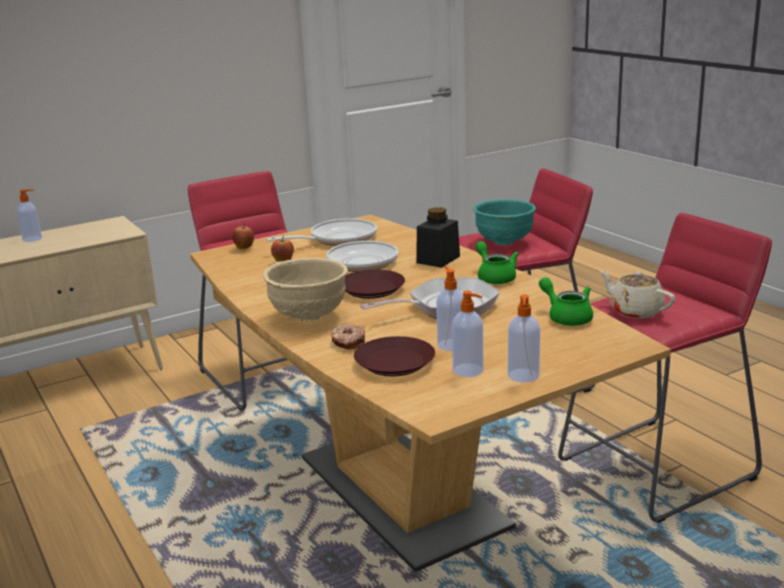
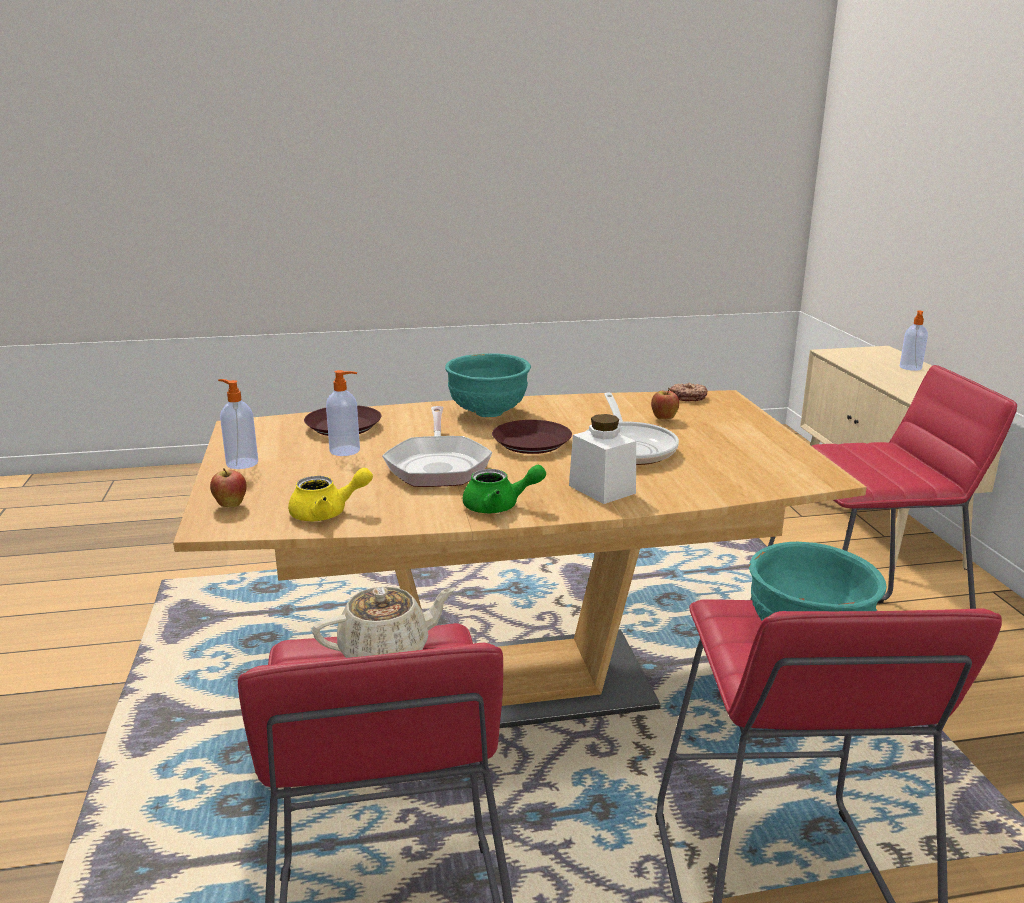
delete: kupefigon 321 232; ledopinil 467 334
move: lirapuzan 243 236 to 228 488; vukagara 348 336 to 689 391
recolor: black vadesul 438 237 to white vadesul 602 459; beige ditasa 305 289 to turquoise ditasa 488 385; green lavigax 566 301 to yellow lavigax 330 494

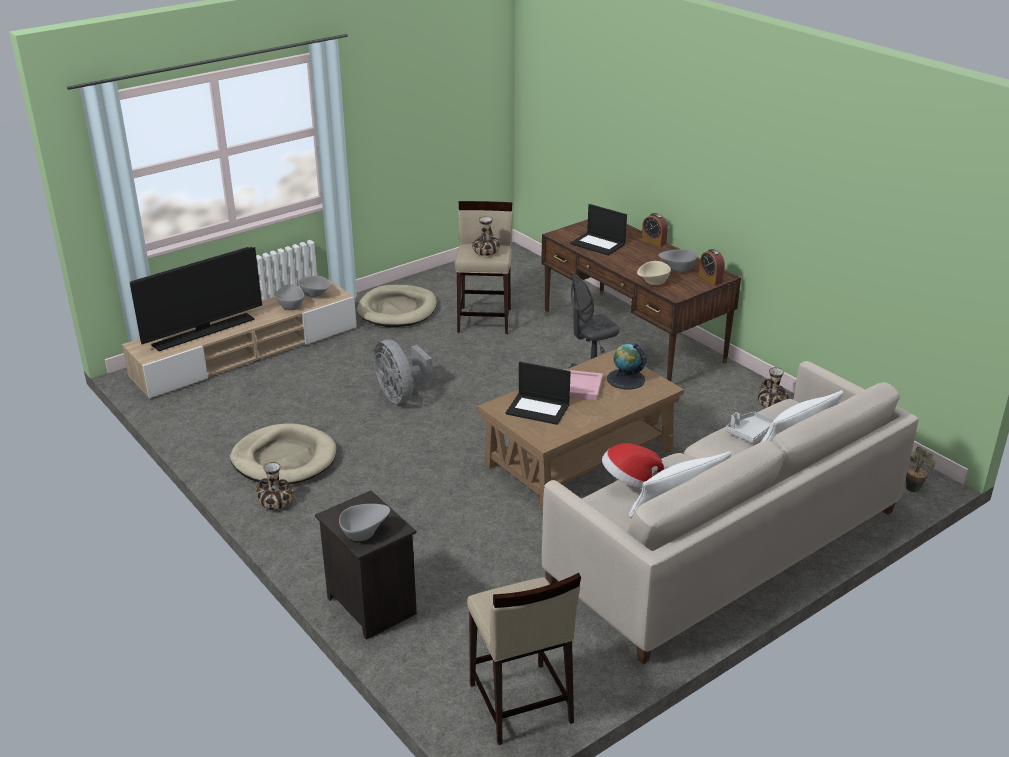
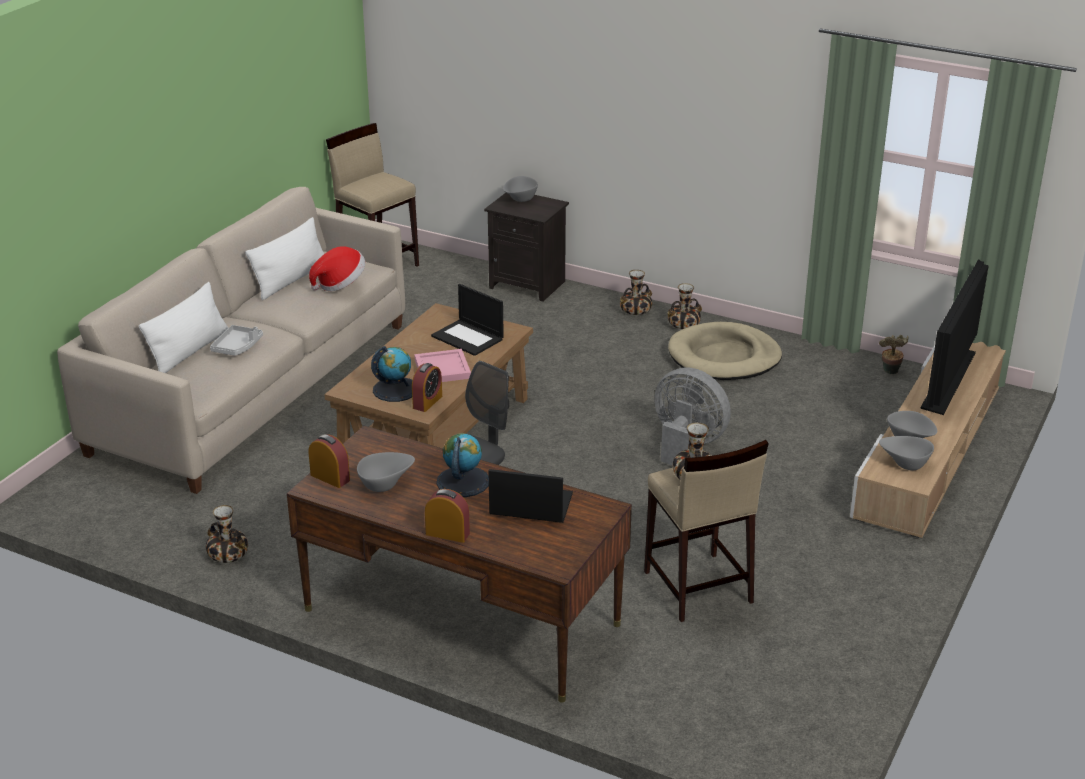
delete: beige ditasa 654 273; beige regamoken 397 306
insert: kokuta 636 292; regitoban 427 387; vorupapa 462 465
move: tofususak 920 469 to 894 354
rotate: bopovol 538 393 = 467 320 135 degrees counterclockwise

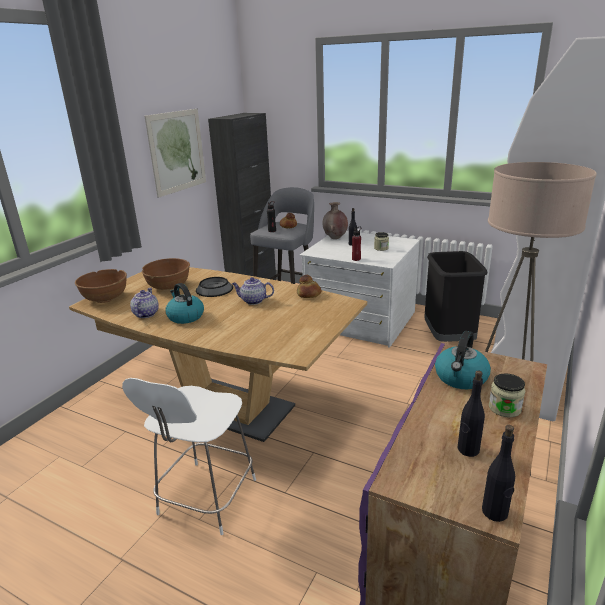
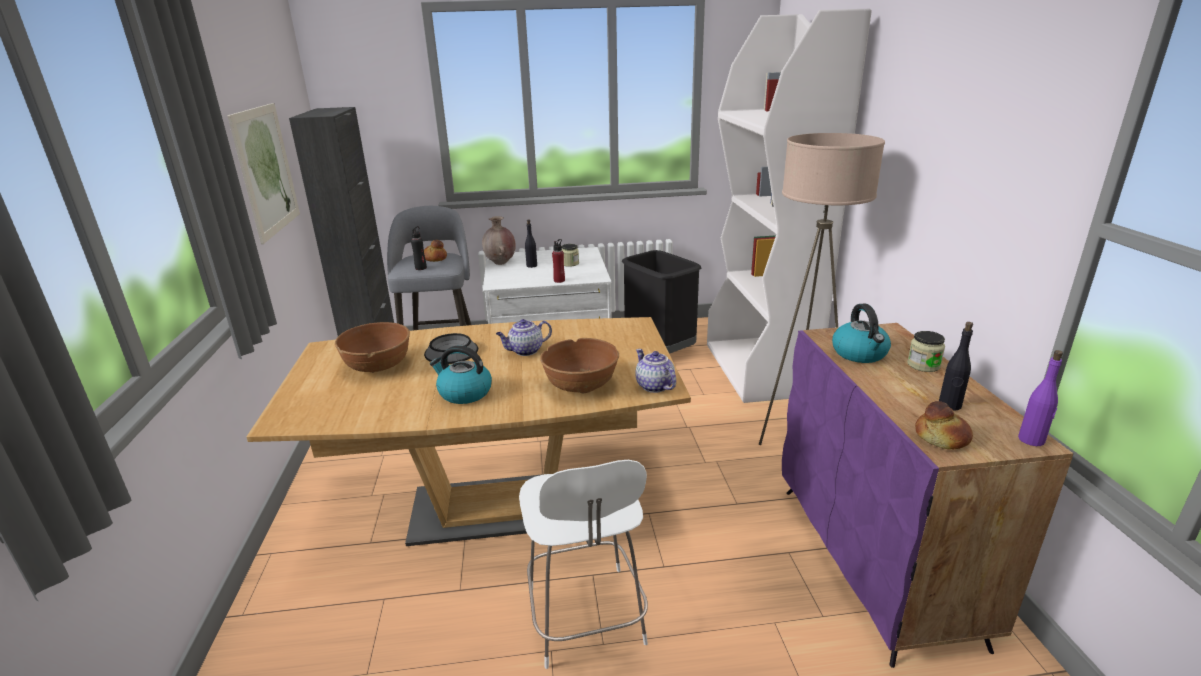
move: brown ditasa 101 286 to 579 365; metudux 309 286 to 944 425; lavigax 144 303 to 656 371
recolor: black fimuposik 498 473 to purple fimuposik 1040 398

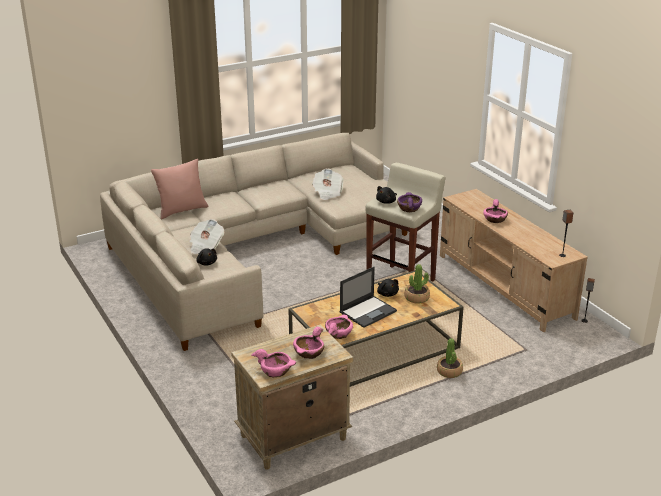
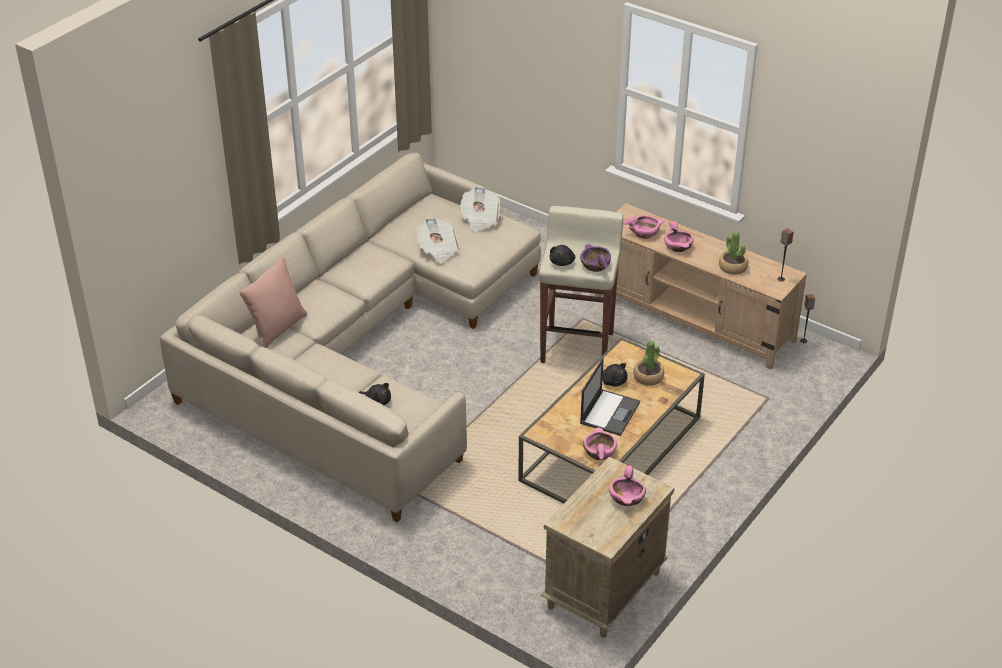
move: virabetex 206 236 to 480 208; tofususak 450 358 to 733 252; pink ditasa 273 363 to 643 227

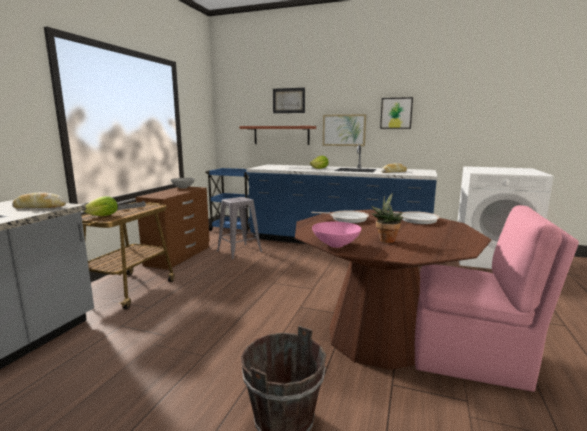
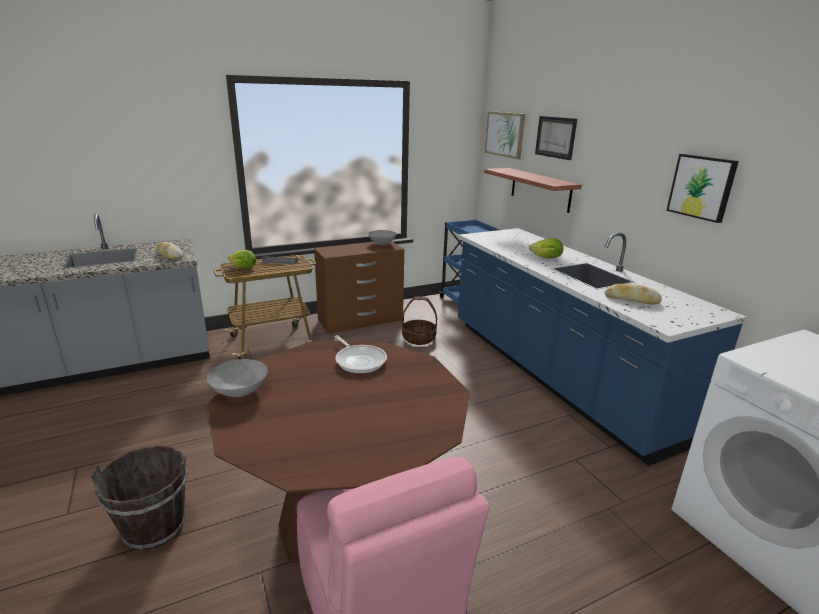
delete: tofususak 387 218; kupefigon 416 217
move: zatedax 344 130 to 505 135
replace: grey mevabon 239 228 to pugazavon 419 320
recolor: pink ditasa 336 235 to grey ditasa 237 378

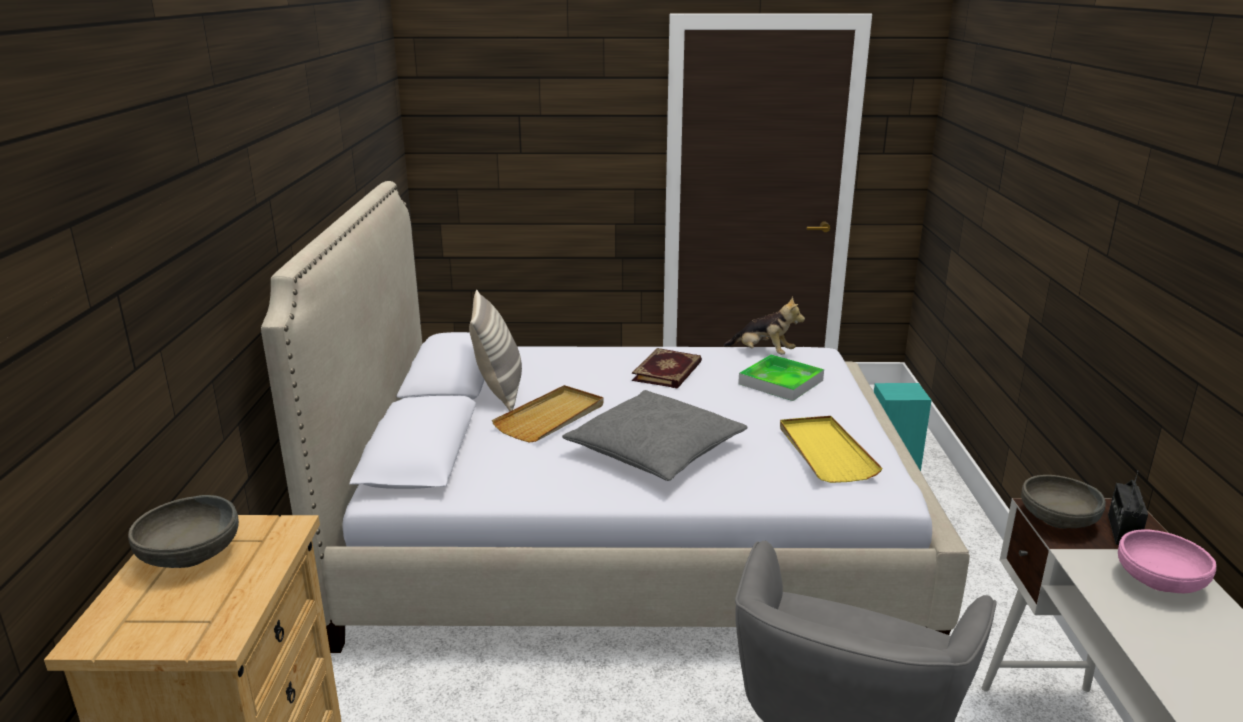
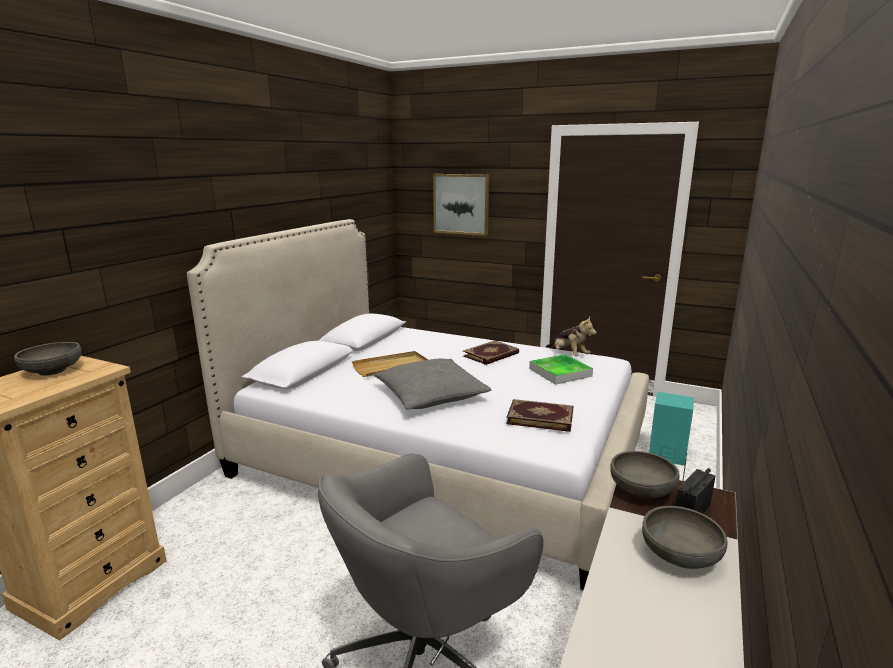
delete: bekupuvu 495 350
insert: zatedax 461 205
replace: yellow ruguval 831 449 to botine 539 415
recolor: pink ditasa 1167 561 to grey ditasa 685 537

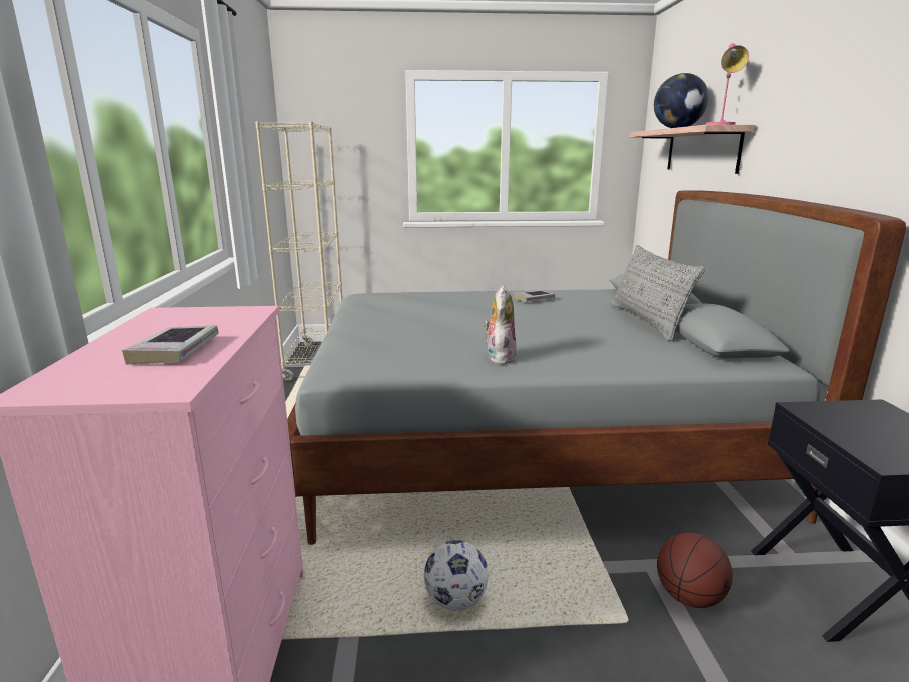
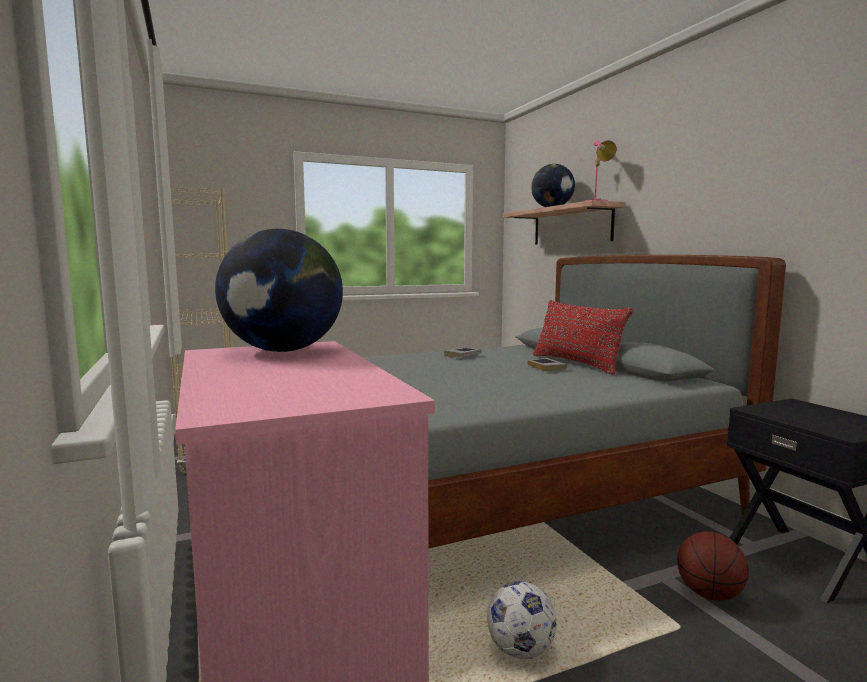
delete: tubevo 500 325
insert: vorupapa 279 290
move: botine 170 345 to 547 365
recolor: grey bekupuvu 658 293 to red bekupuvu 583 337

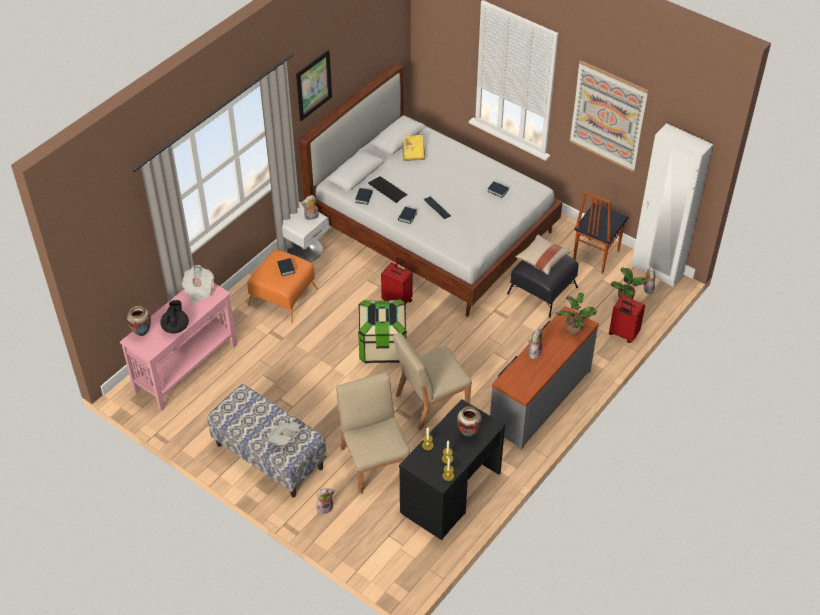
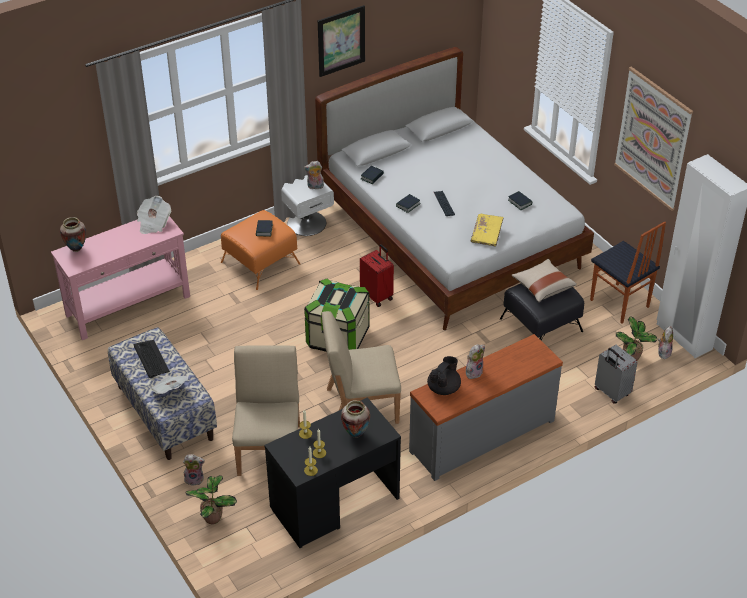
move: yellow botine 413 148 to 487 230; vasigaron 387 189 to 152 359; tofususak 576 314 to 211 499; black lavigax 174 317 to 444 375
recolor: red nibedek 627 319 to grey nibedek 616 374
rotate: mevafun 601 233 = 628 272 90 degrees counterclockwise

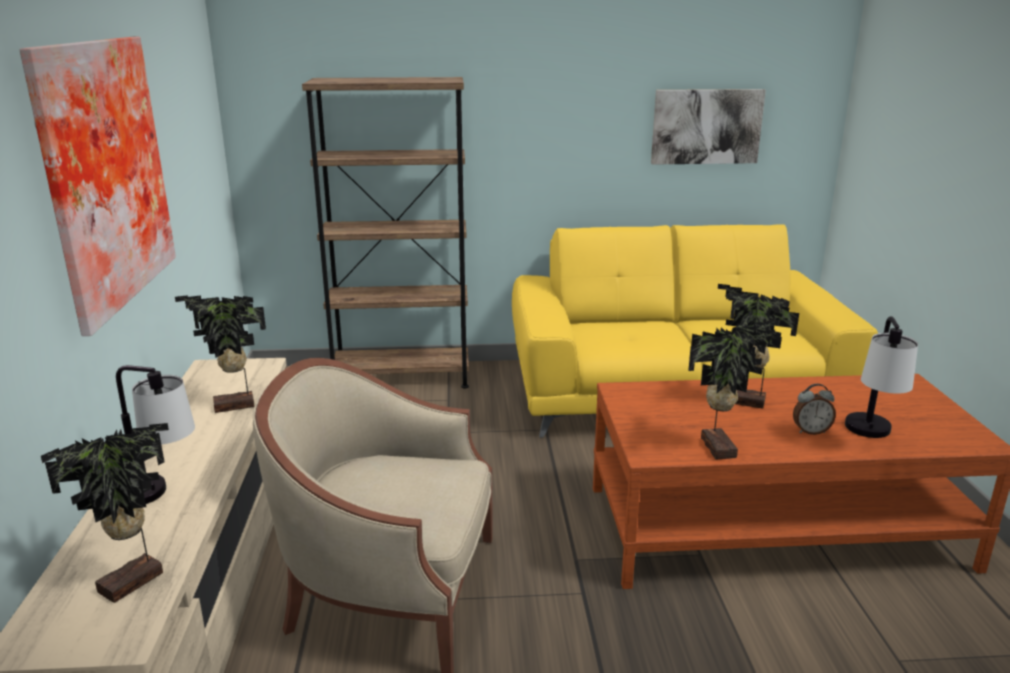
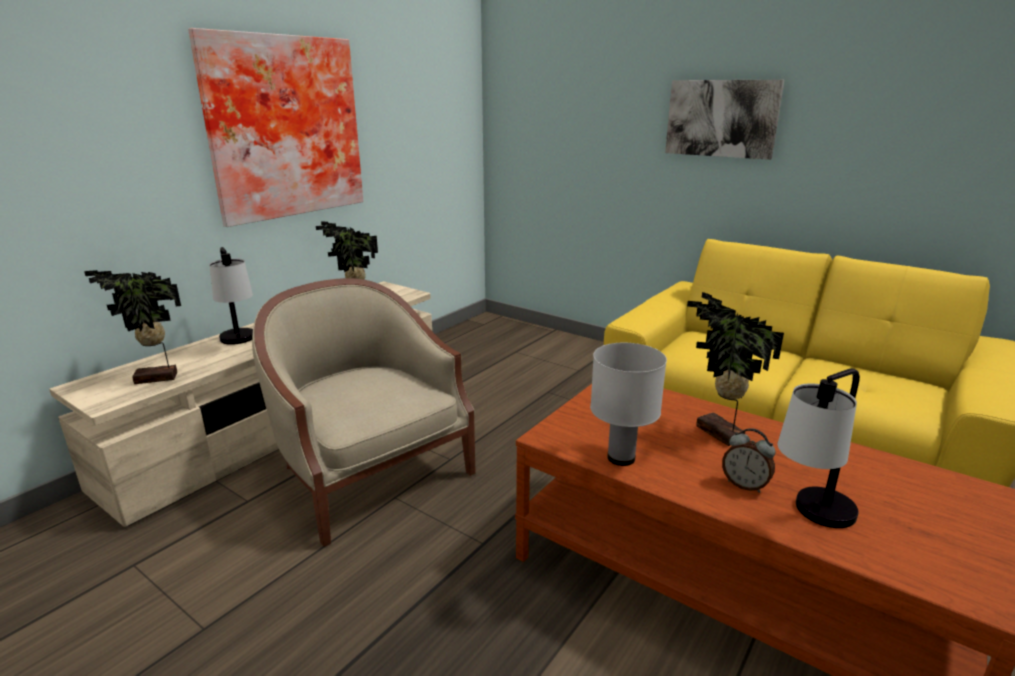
delete: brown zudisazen 385 232
move: zatedax 708 127 to 724 120
replace: tofususak 734 384 to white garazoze 628 404

